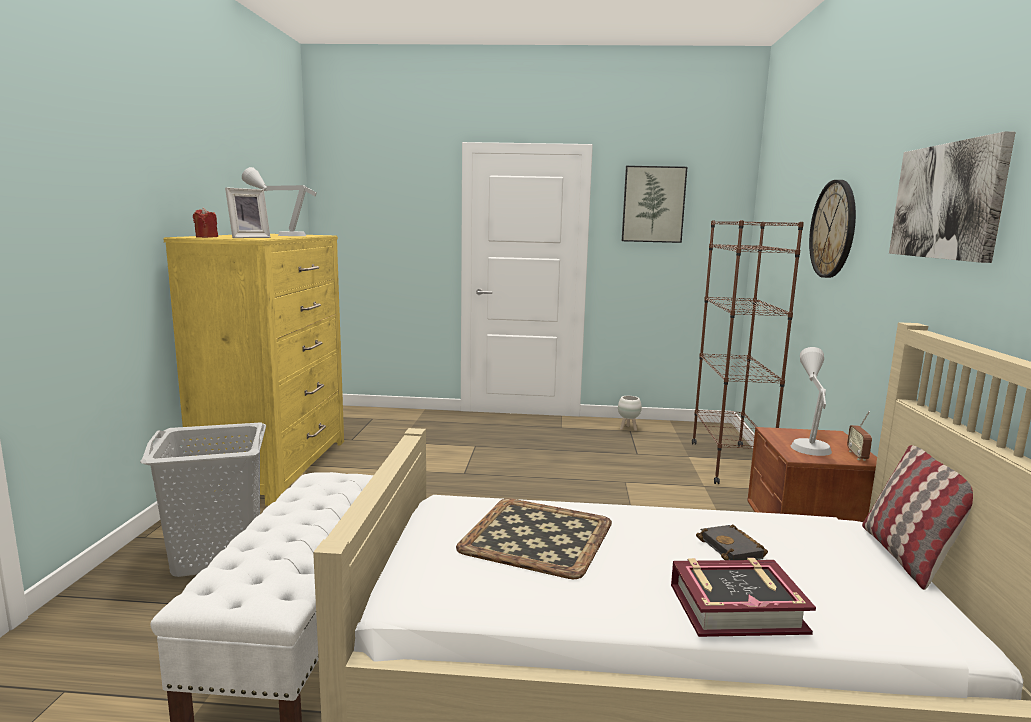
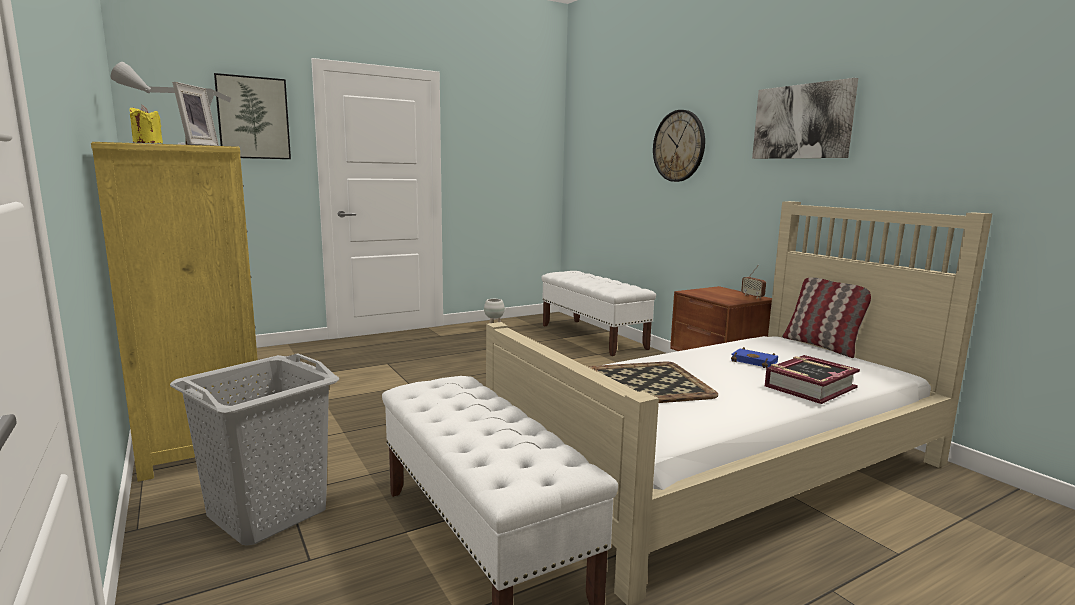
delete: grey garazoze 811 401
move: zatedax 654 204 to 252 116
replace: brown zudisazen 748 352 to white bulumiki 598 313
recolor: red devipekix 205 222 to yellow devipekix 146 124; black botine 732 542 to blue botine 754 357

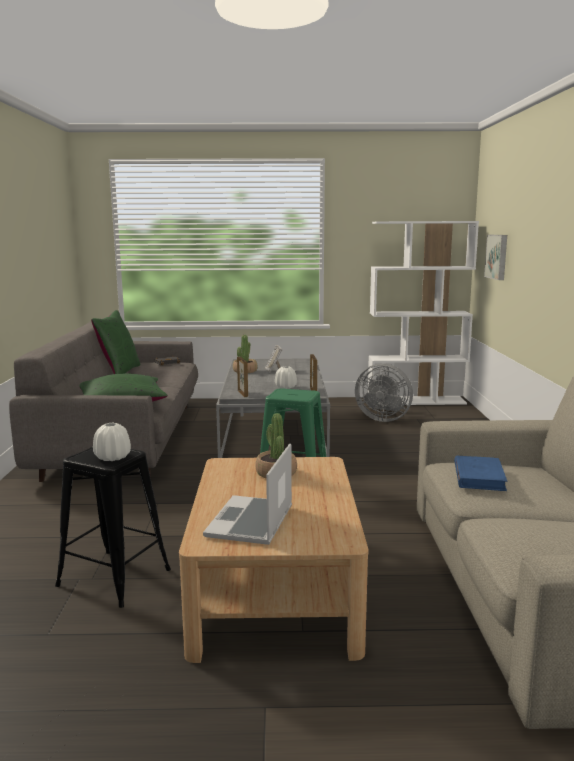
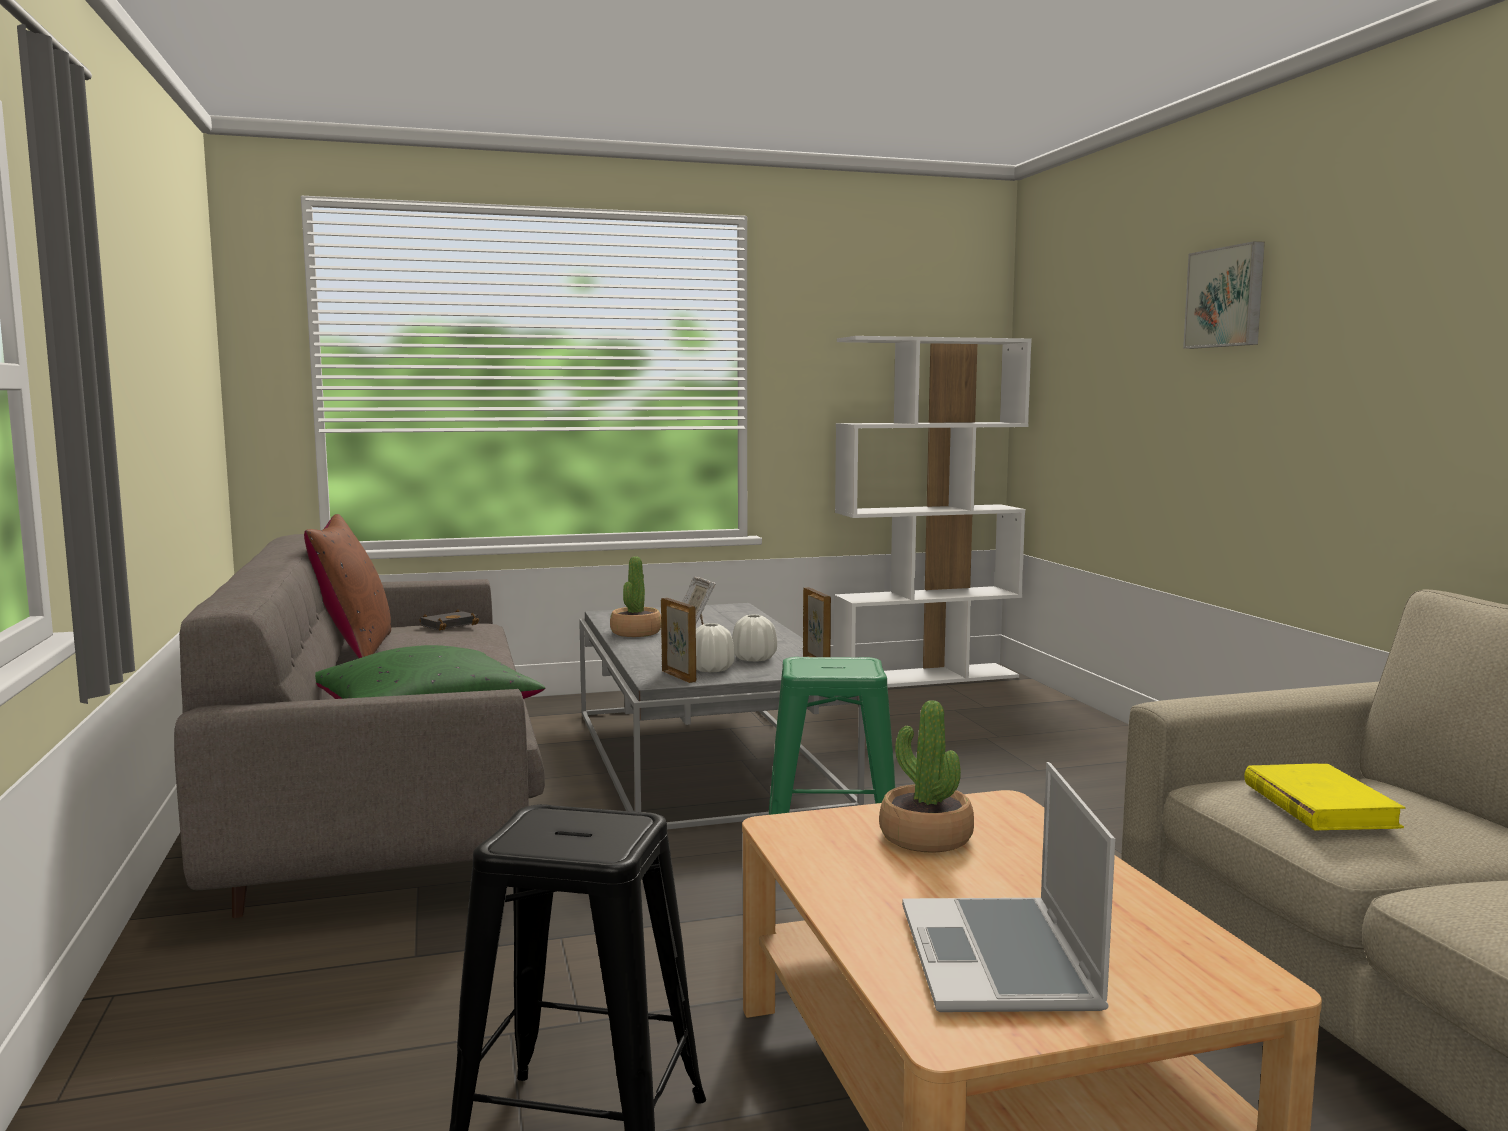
delete: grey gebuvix 384 392
move: zatedax 495 257 to 1224 295; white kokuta 112 442 to 715 647
recolor: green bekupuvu 115 342 to brown bekupuvu 347 586; blue botine 480 473 to yellow botine 1325 797

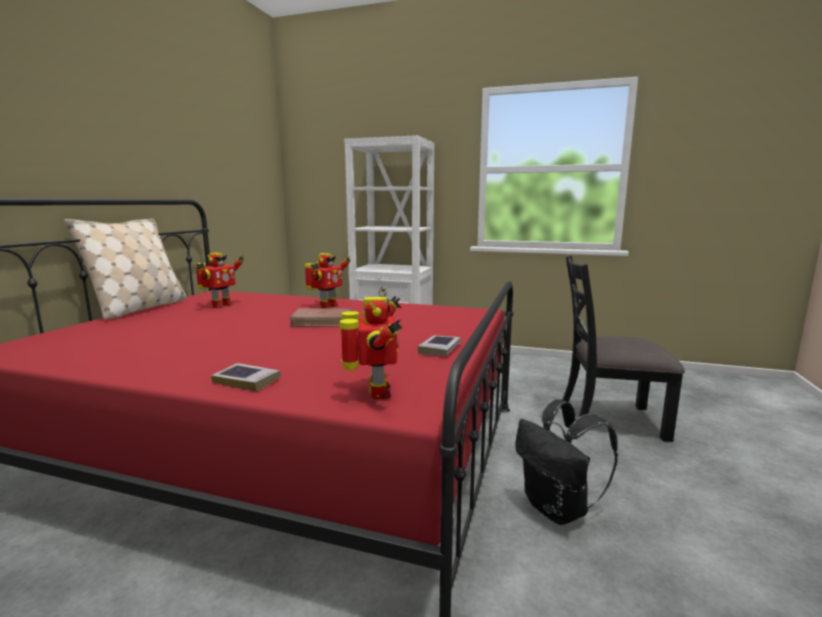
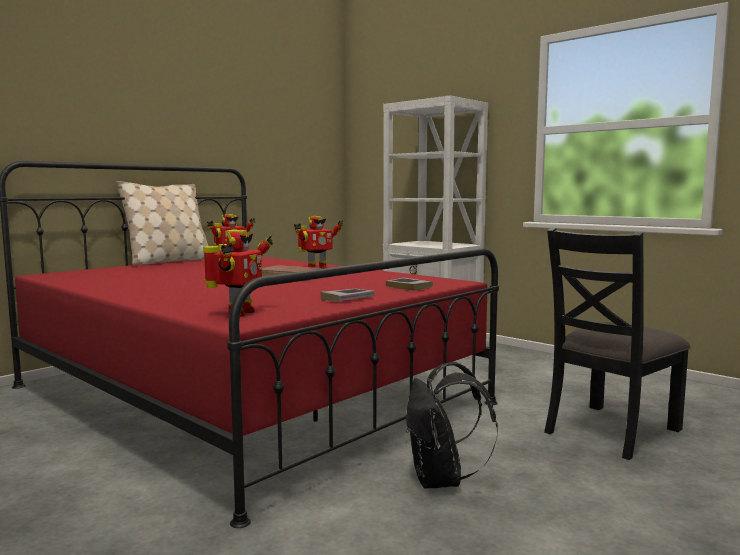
move: botine 246 377 to 409 284
rotate: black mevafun 623 349 = 617 344 75 degrees counterclockwise

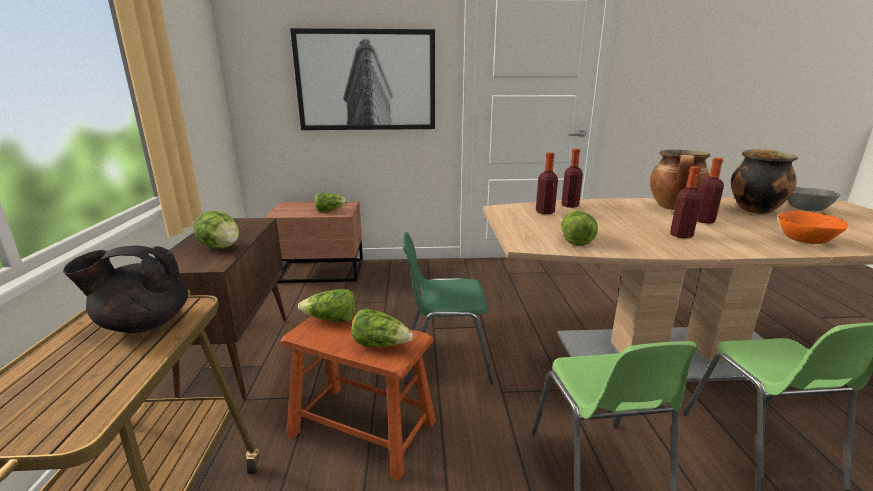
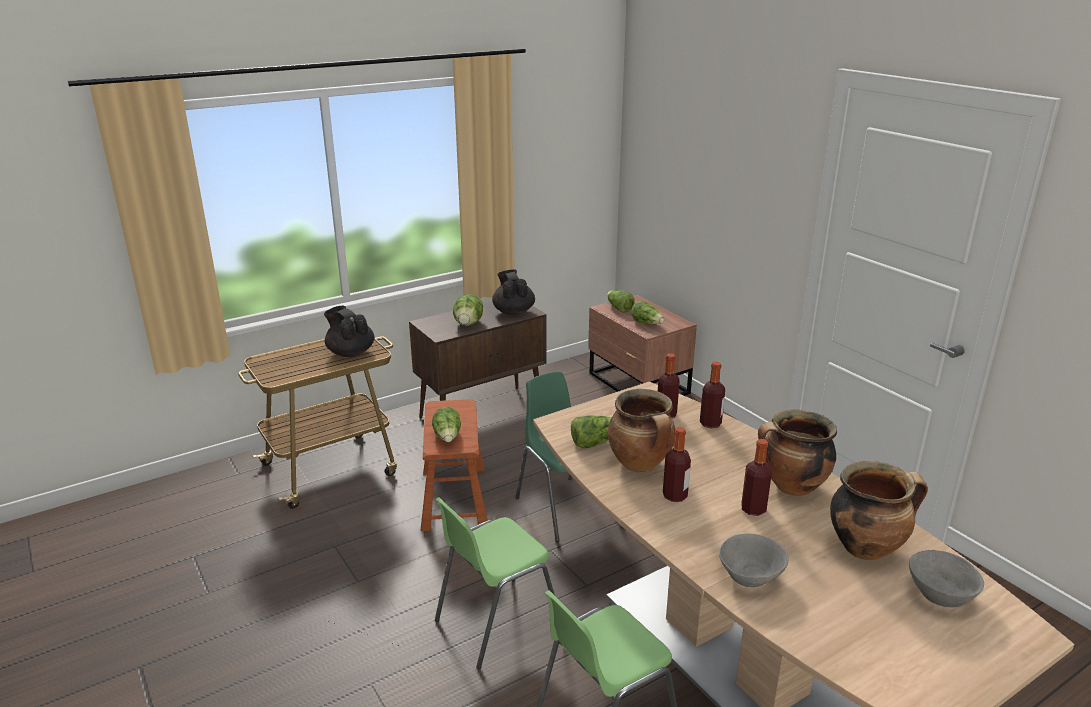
delete: zatedax 362 79
insert: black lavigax 513 292; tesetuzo 641 431
move: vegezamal 326 305 to 621 301
recolor: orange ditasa 813 227 to grey ditasa 753 560

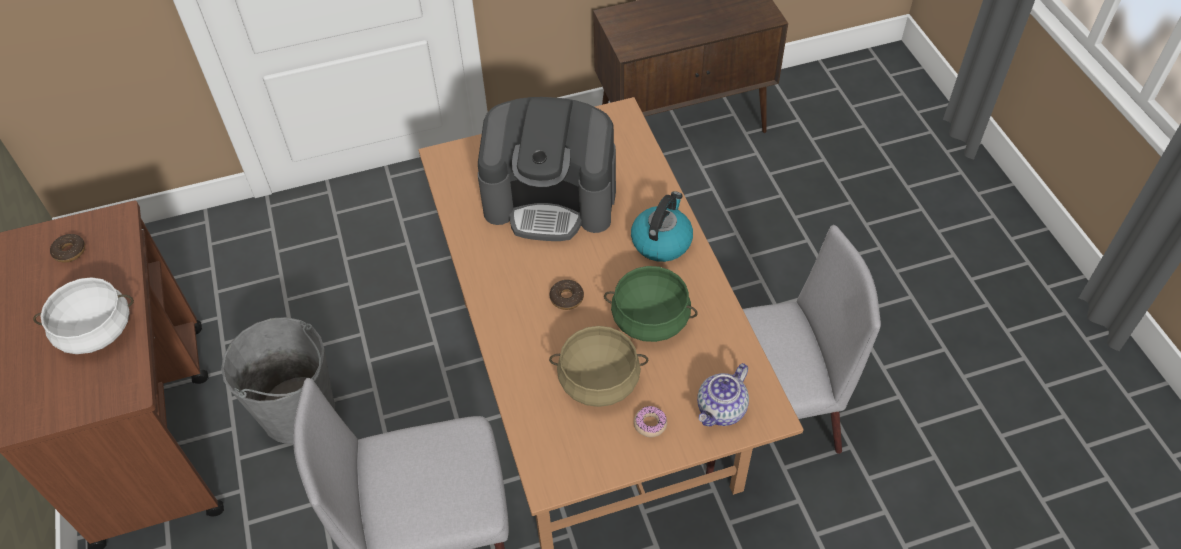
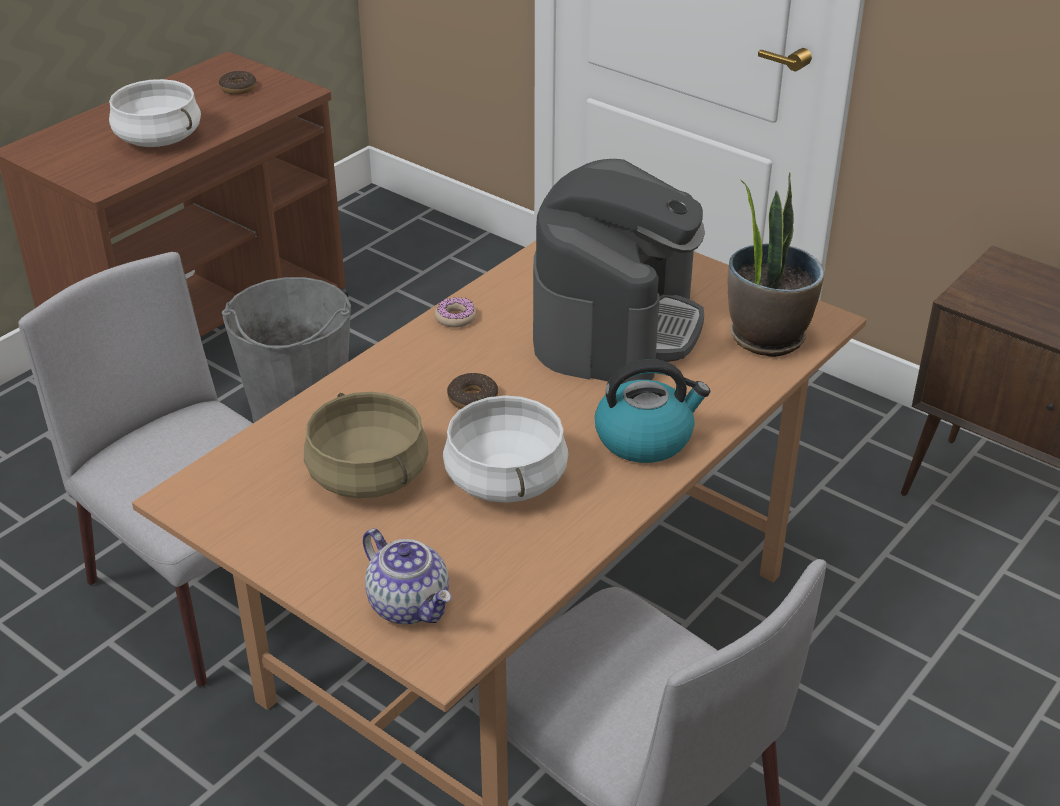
insert: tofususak 776 264
move: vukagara 650 421 to 456 312
recolor: green tesetuzo 651 304 to white tesetuzo 505 449
rotate: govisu 547 169 = 619 271 135 degrees counterclockwise; lavigax 723 395 = 407 576 135 degrees counterclockwise

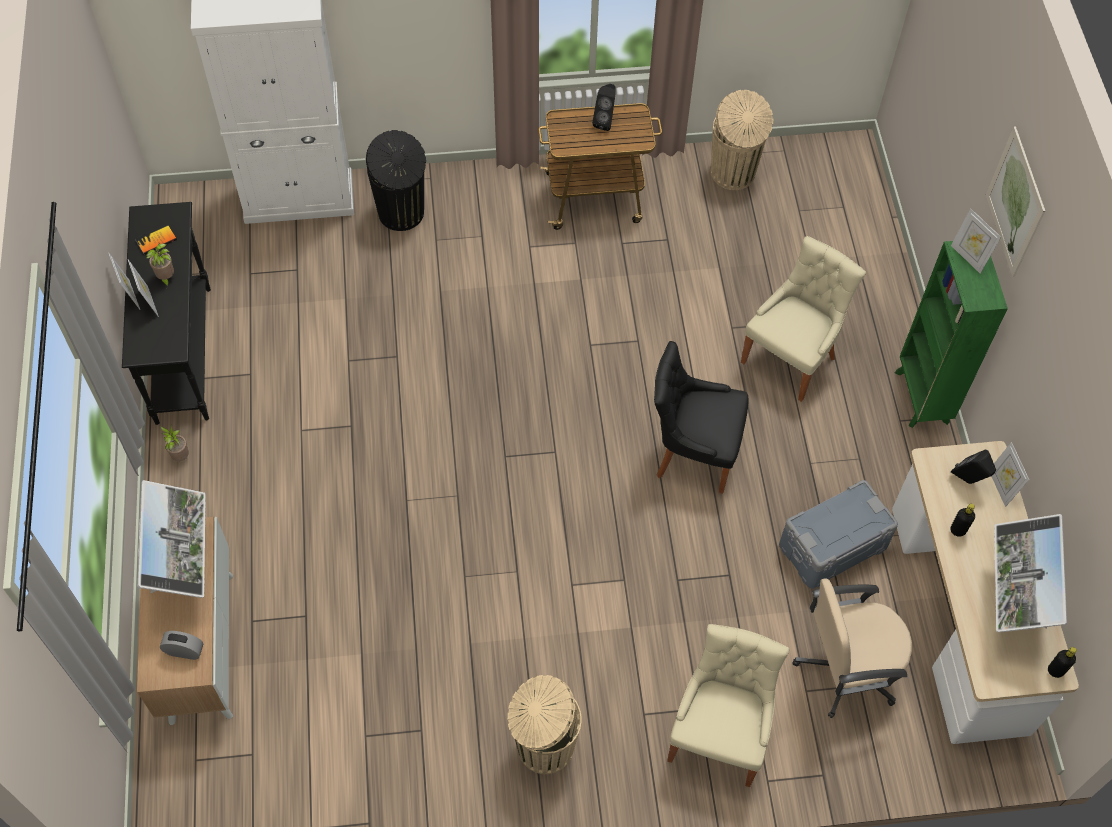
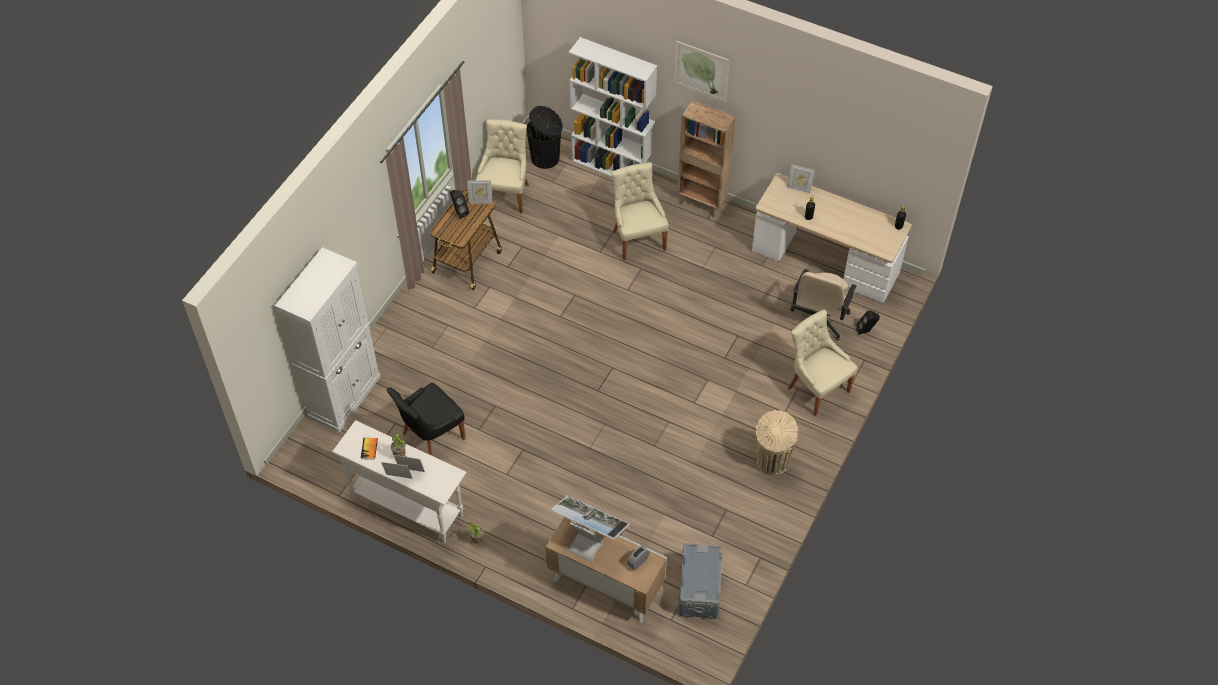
delete: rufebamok 1030 573
insert: white zudisazen 613 107
move: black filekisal 396 180 to 545 137; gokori 976 241 to 480 192; black mevafun 701 417 to 426 419; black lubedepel 973 467 to 868 322; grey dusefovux 838 534 to 700 581
replace: beige filekisal 742 140 to beige mevafun 502 166
recolor: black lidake 166 313 to white lidake 399 481; green zudisazen 951 334 to brown zudisazen 707 158

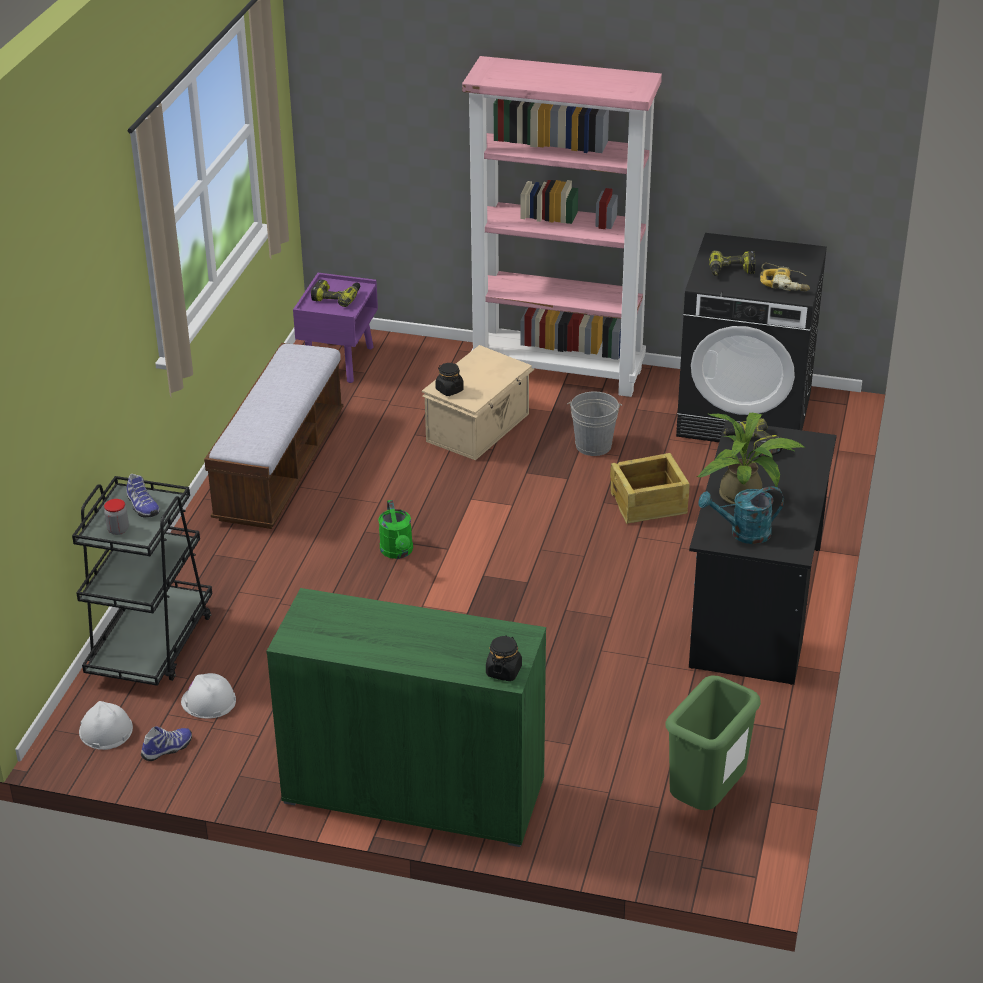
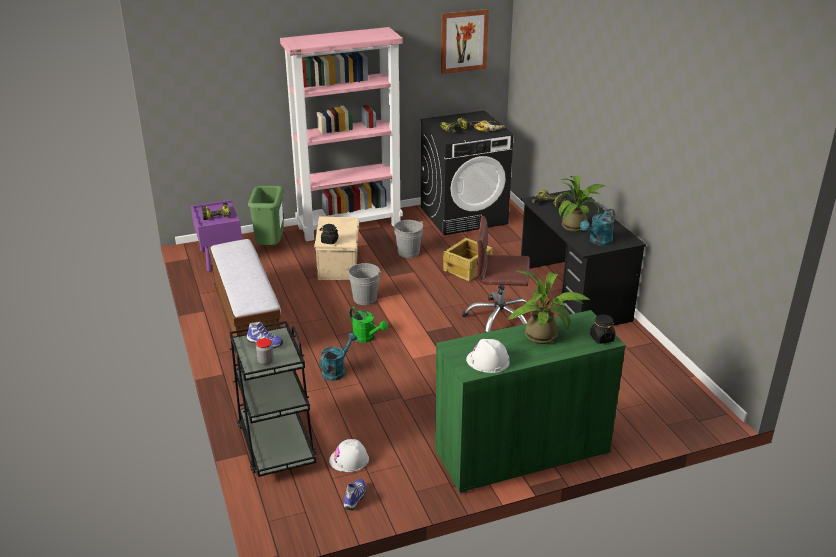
insert: zatedax 465 41; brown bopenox 496 274; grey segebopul 363 284; tofususak 548 307; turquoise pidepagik 338 357
move: green filekisal 713 742 to 266 215; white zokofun 106 725 to 488 356

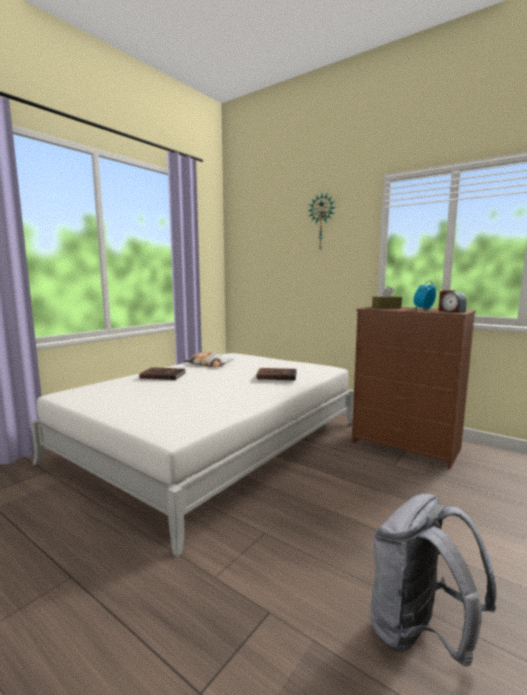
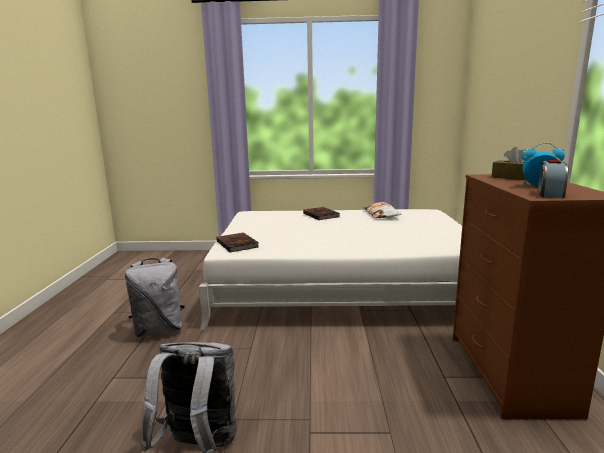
delete: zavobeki 322 222
insert: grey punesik 155 297
move: brown botine 276 374 to 237 242

